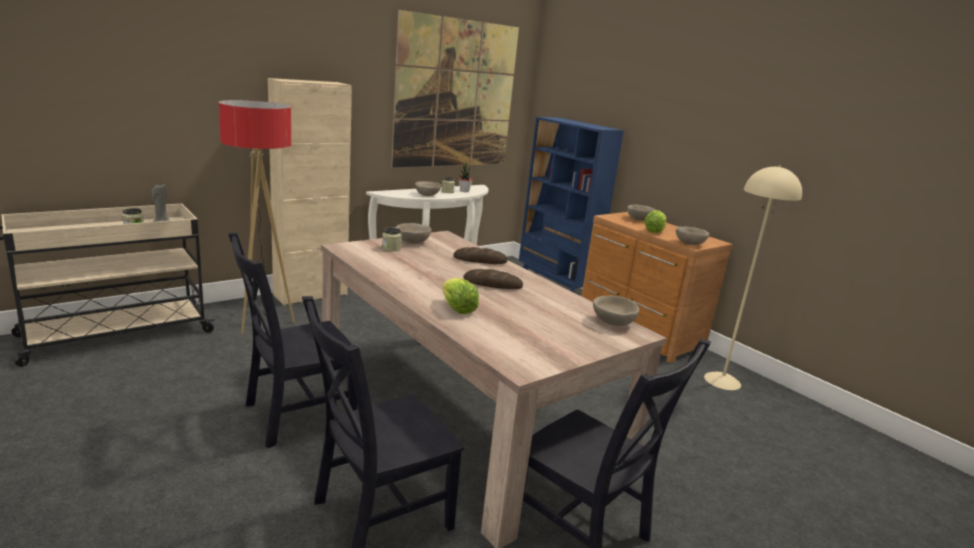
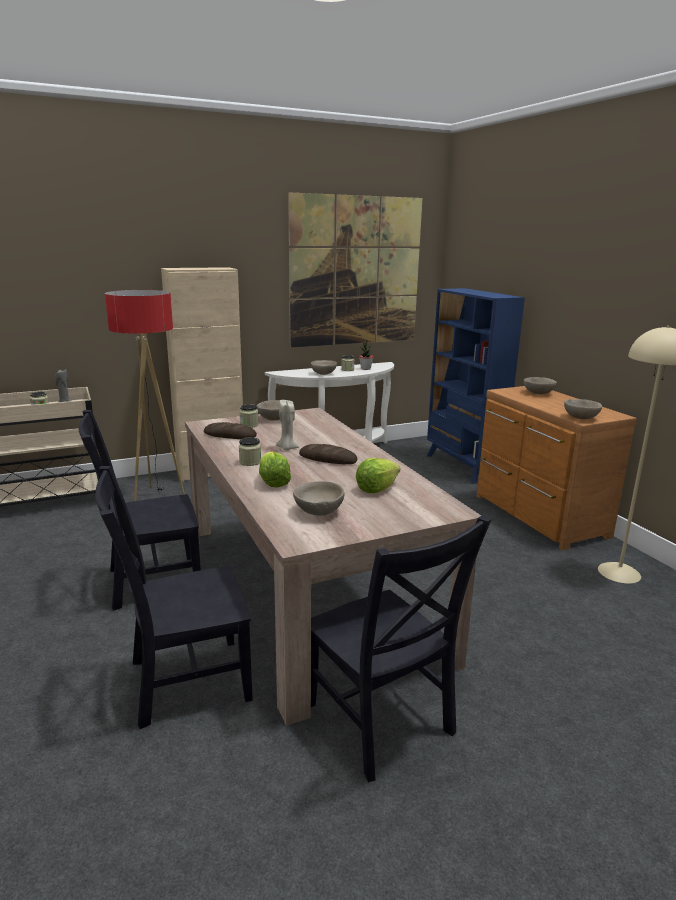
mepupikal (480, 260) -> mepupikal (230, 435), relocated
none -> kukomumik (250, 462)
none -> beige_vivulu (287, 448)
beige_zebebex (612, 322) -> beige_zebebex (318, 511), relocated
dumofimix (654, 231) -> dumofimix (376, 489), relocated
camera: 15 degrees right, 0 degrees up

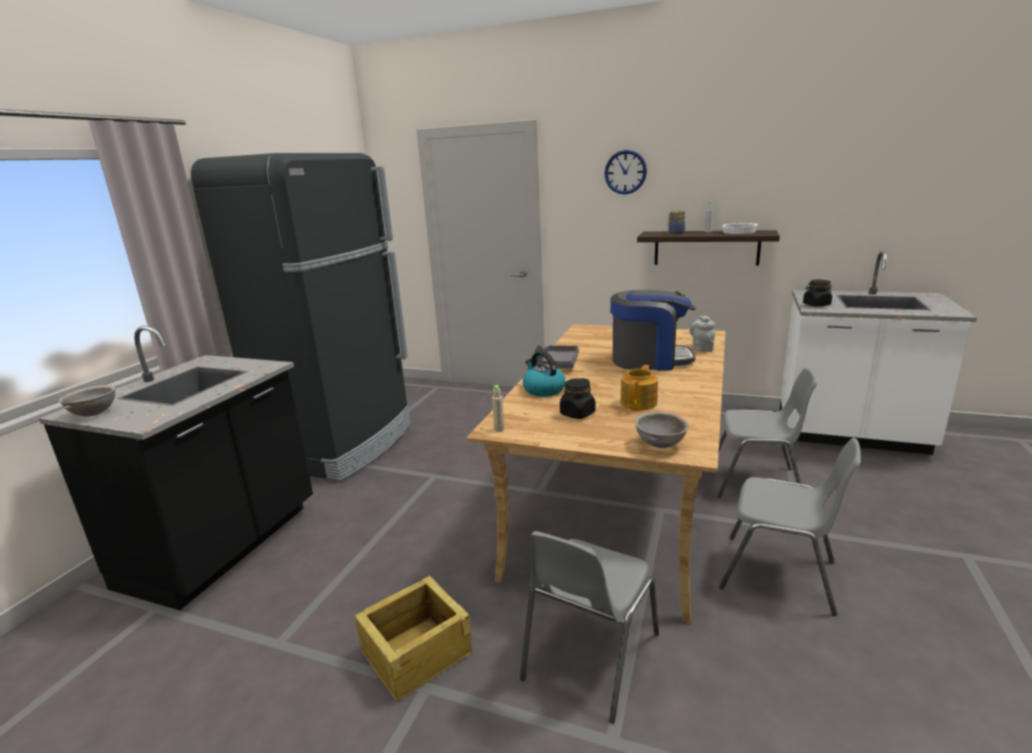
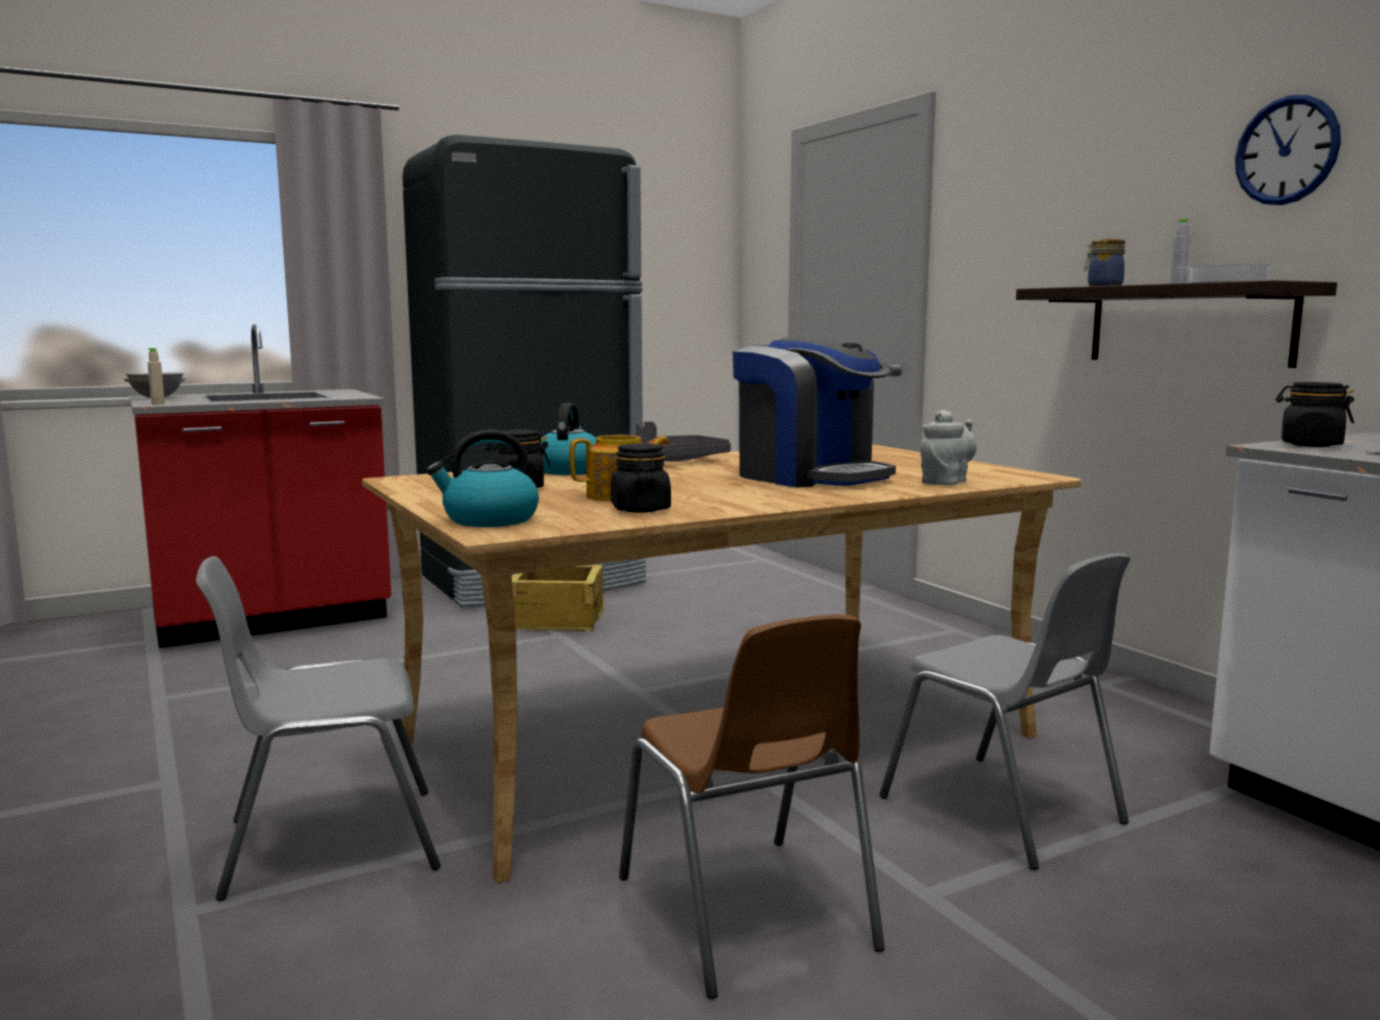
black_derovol (223, 547) -> red_derovol (272, 620)
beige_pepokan (499, 429) -> beige_pepokan (158, 403), relocated
grey_zebebex (661, 445) -> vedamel (489, 520)
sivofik (415, 653) -> sivofik (556, 619), relocated
none -> black_kukomumik (641, 509)
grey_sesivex (780, 575) -> brown_sesivex (747, 915)
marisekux (625, 172) -> marisekux (1286, 150), relocated
camera: 40 degrees right, 10 degrees down

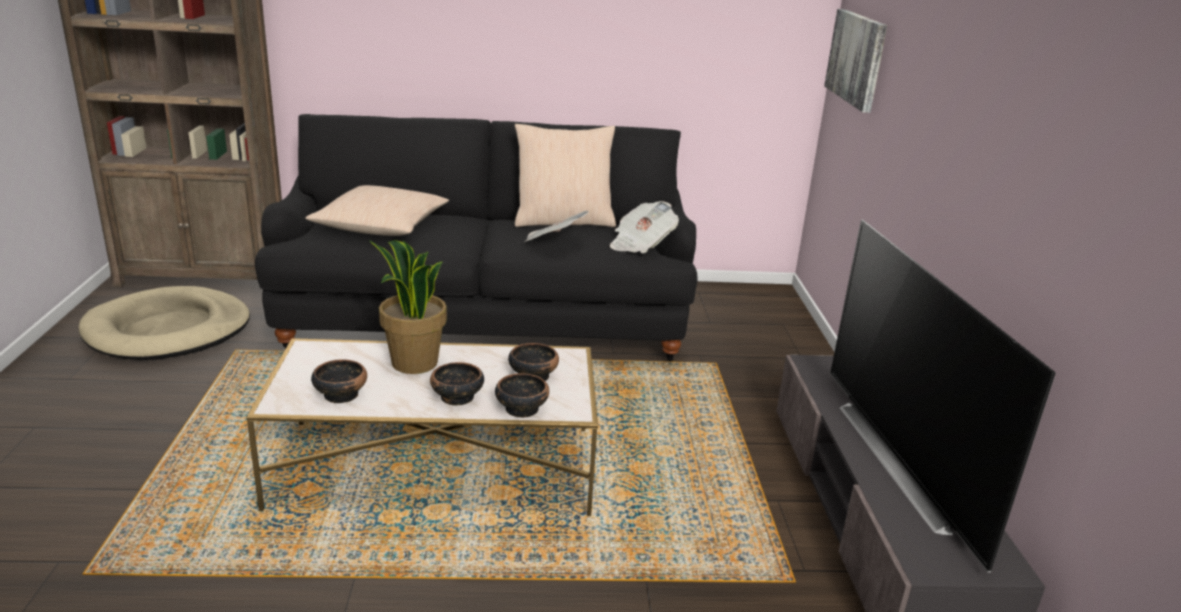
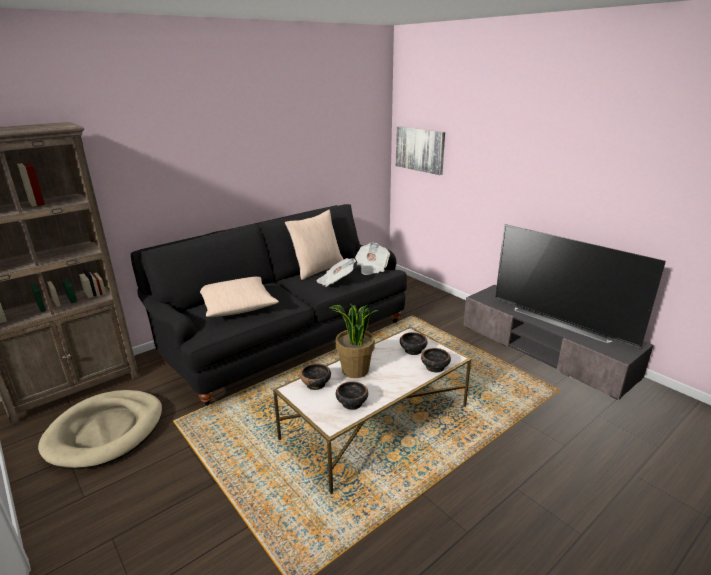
zebebex (457, 397) -> zebebex (316, 384), relocated
camera: 35 degrees left, 0 degrees up

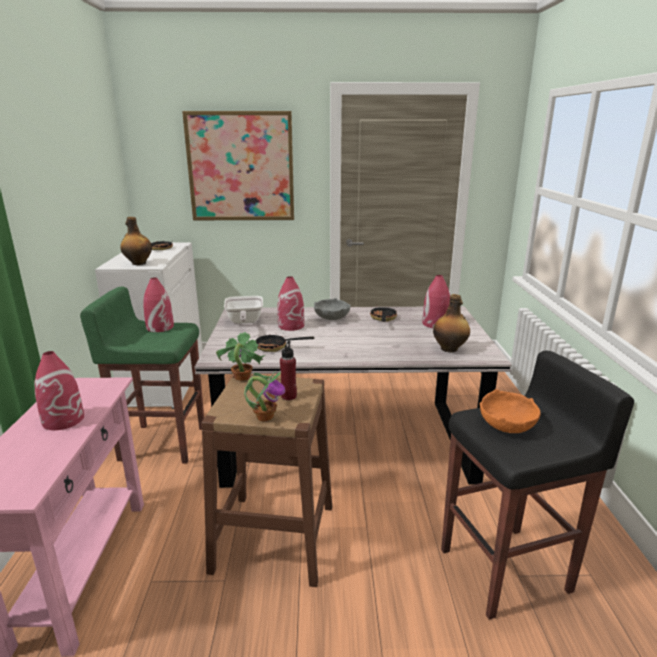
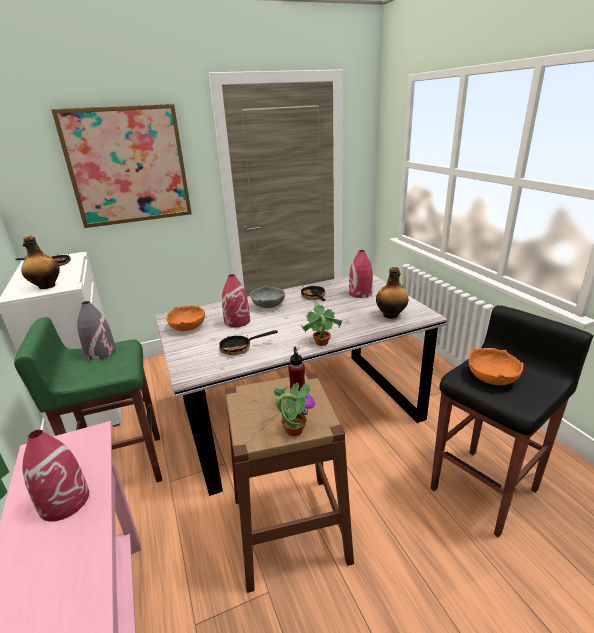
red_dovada (159, 327) -> grey_dovada (100, 352)
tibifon (244, 322) -> orange_zebebex (187, 327)
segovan (241, 377) -> segovan (321, 343), relocated
camera: 20 degrees left, 5 degrees up

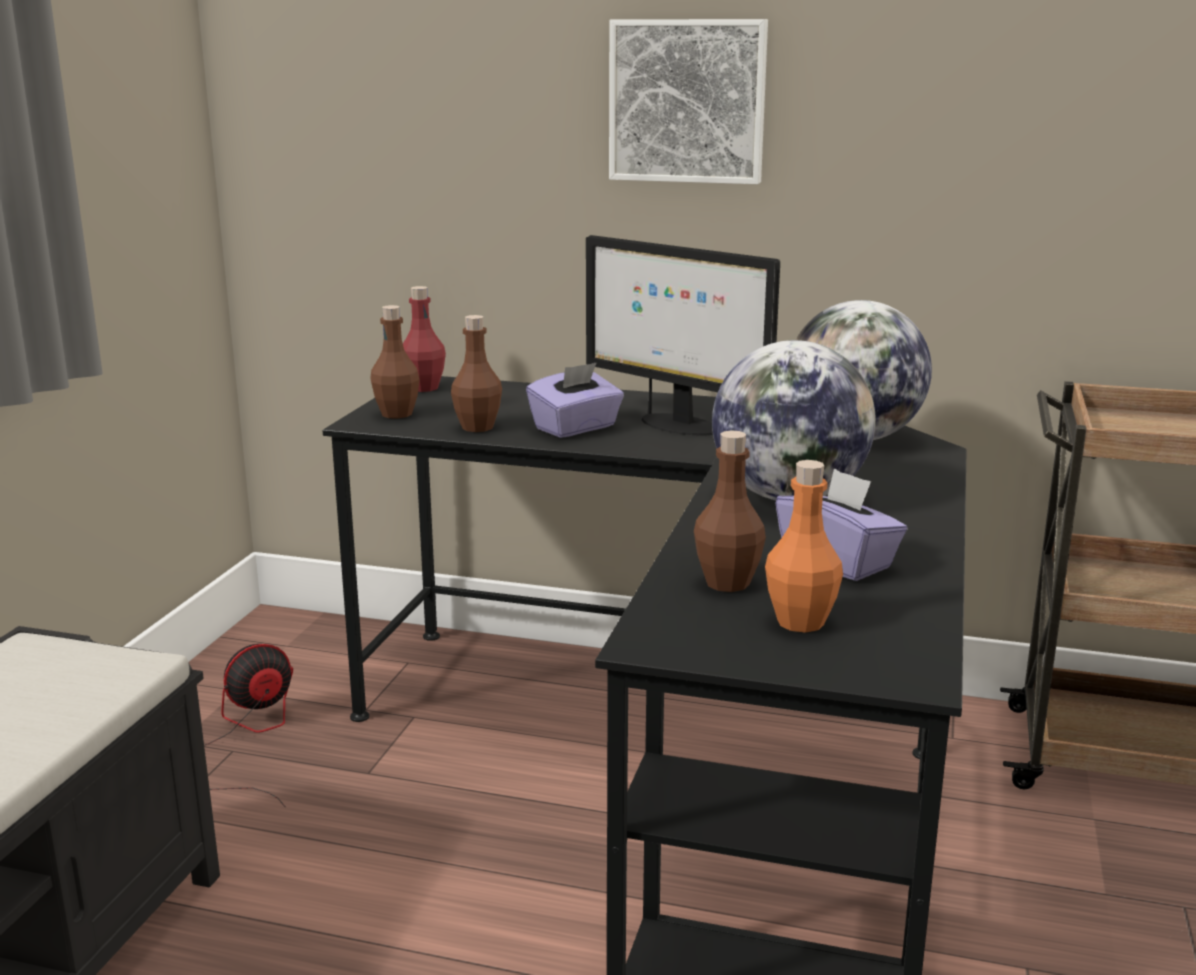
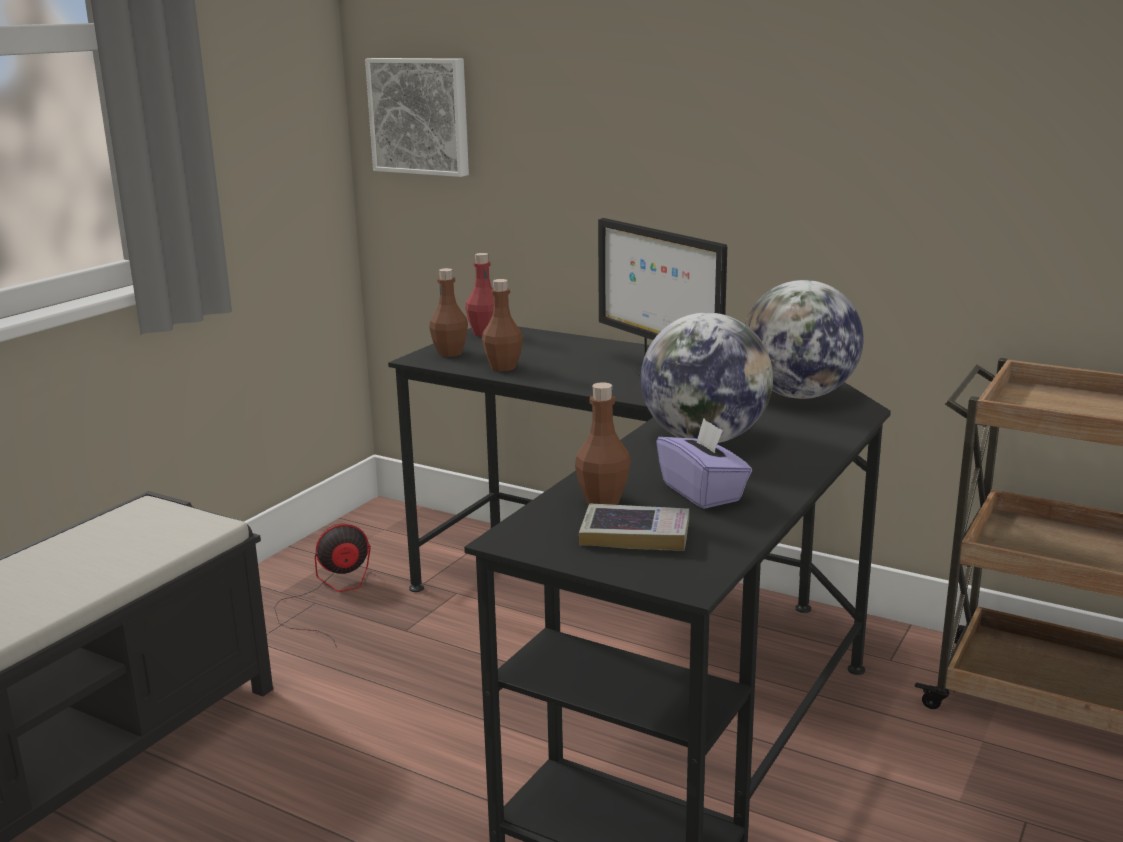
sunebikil (688, 101) -> sunebikil (420, 116), relocated
orange_pepokan (800, 622) -> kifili (635, 535)
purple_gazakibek (576, 428) -> none
camera: 15 degrees right, 0 degrees up

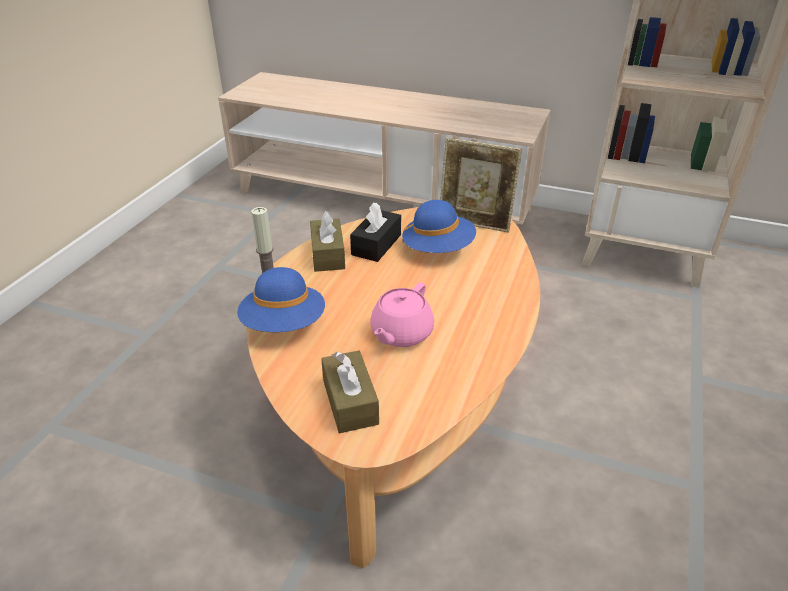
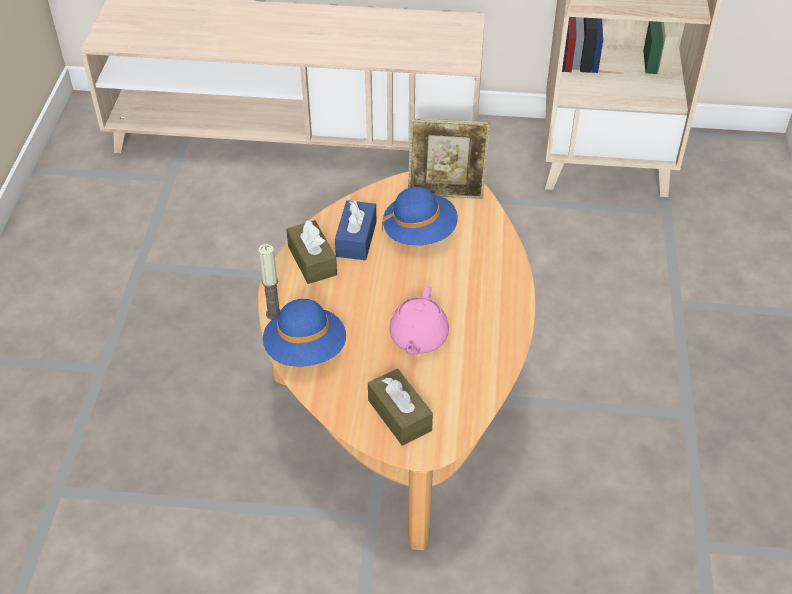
black_gazakibek (376, 245) -> blue_gazakibek (356, 239)
camera: 15 degrees left, 10 degrees up

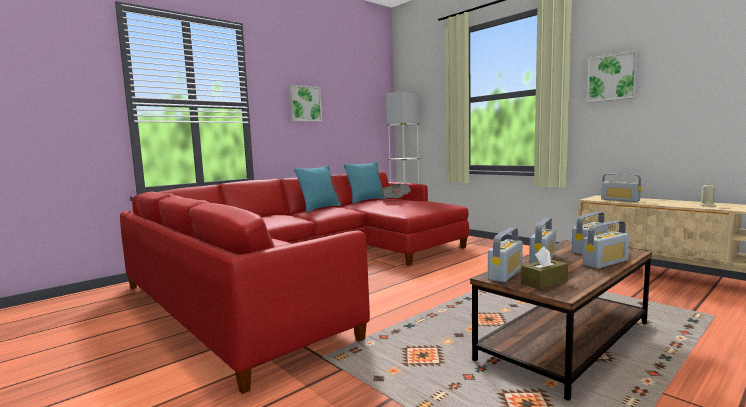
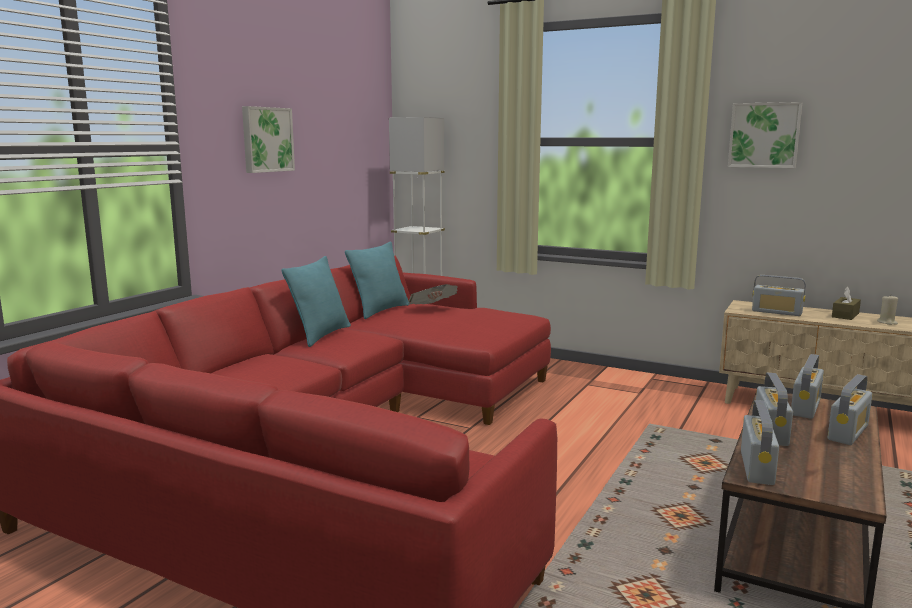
brown_gazakibek (544, 282) -> brown_gazakibek (845, 315), relocated
camera: 20 degrees left, 5 degrees up

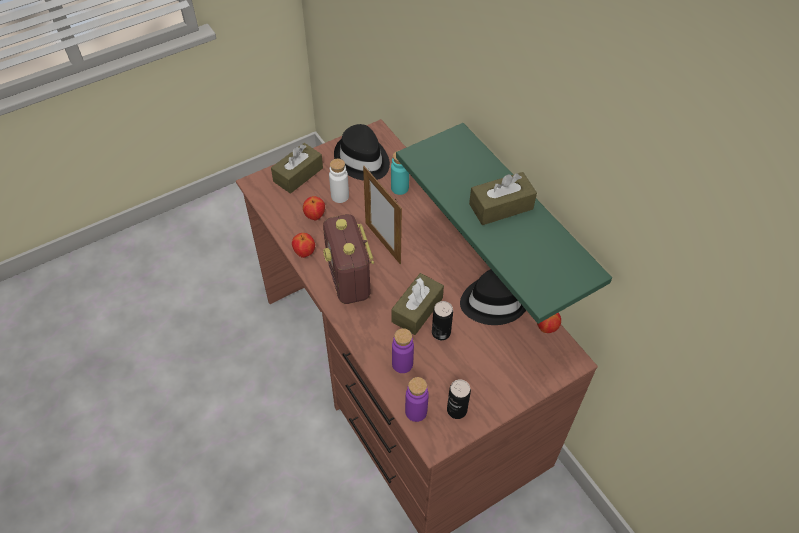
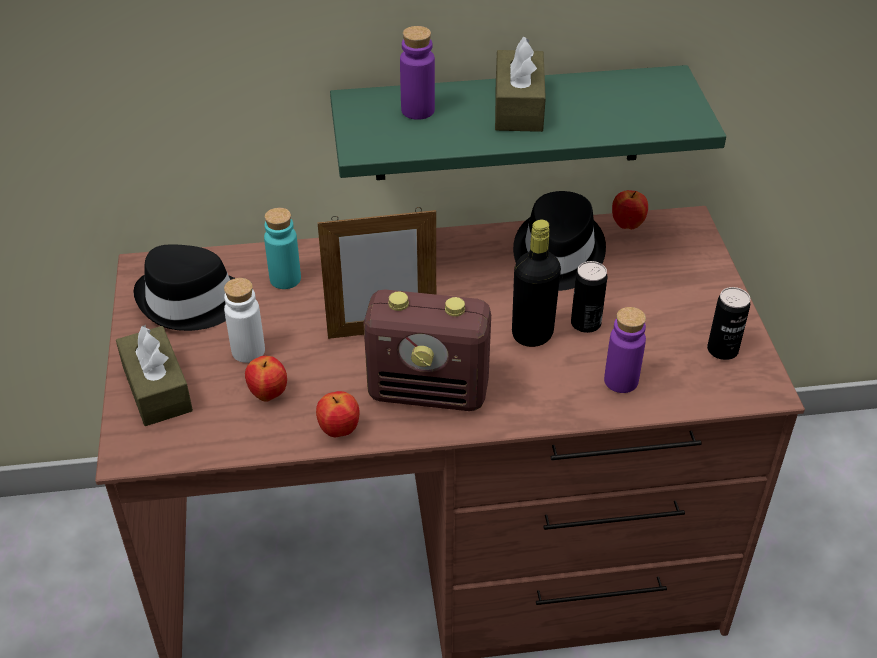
purple_pepokan (416, 411) -> purple_pepokan (418, 110), relocated
brown_gazakibek (417, 310) -> black_pepokan (532, 334)
camera: 65 degrees left, 10 degrees down

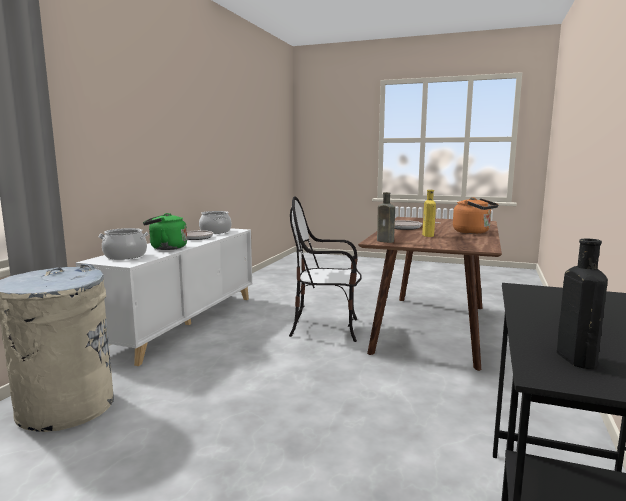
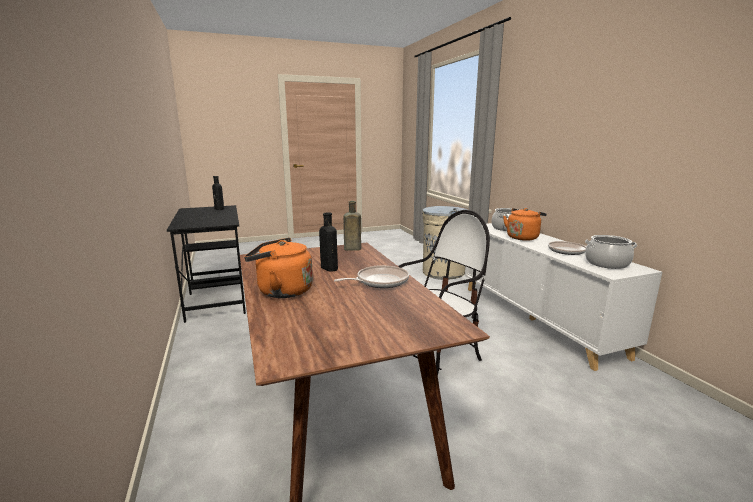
yellow_pepokan (428, 235) -> black_pepokan (328, 268)
green_vedamel (166, 248) -> orange_vedamel (523, 237)
camera: 140 degrees right, 5 degrees up

